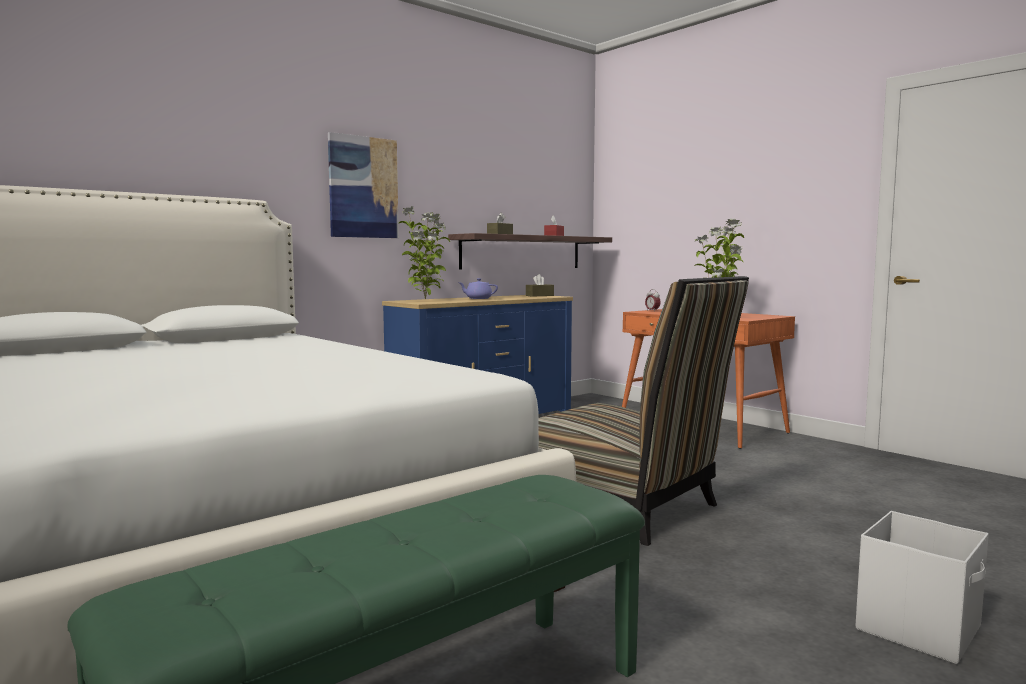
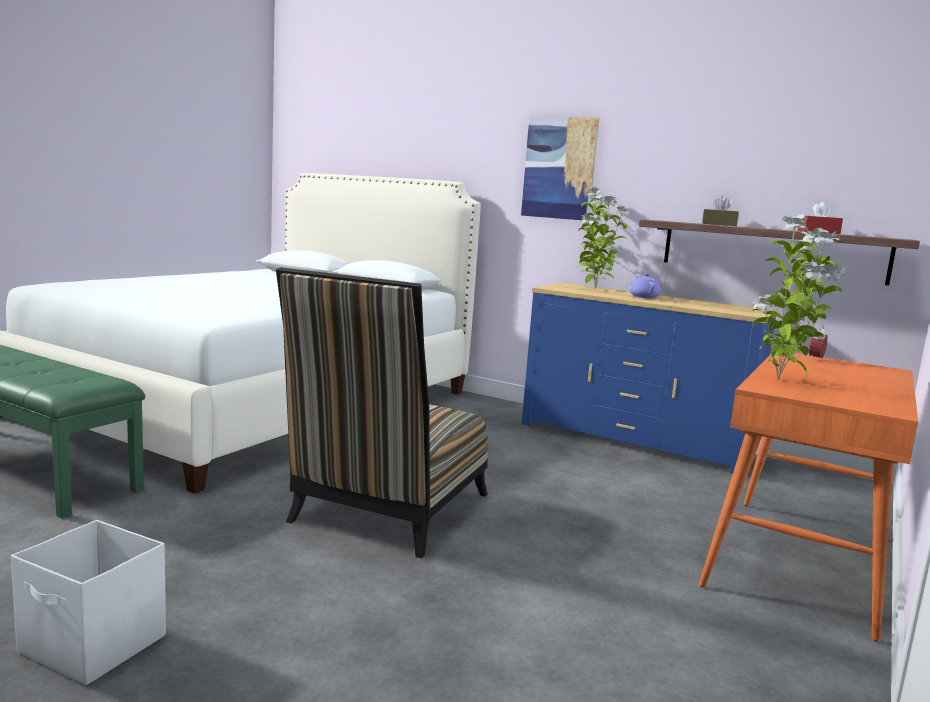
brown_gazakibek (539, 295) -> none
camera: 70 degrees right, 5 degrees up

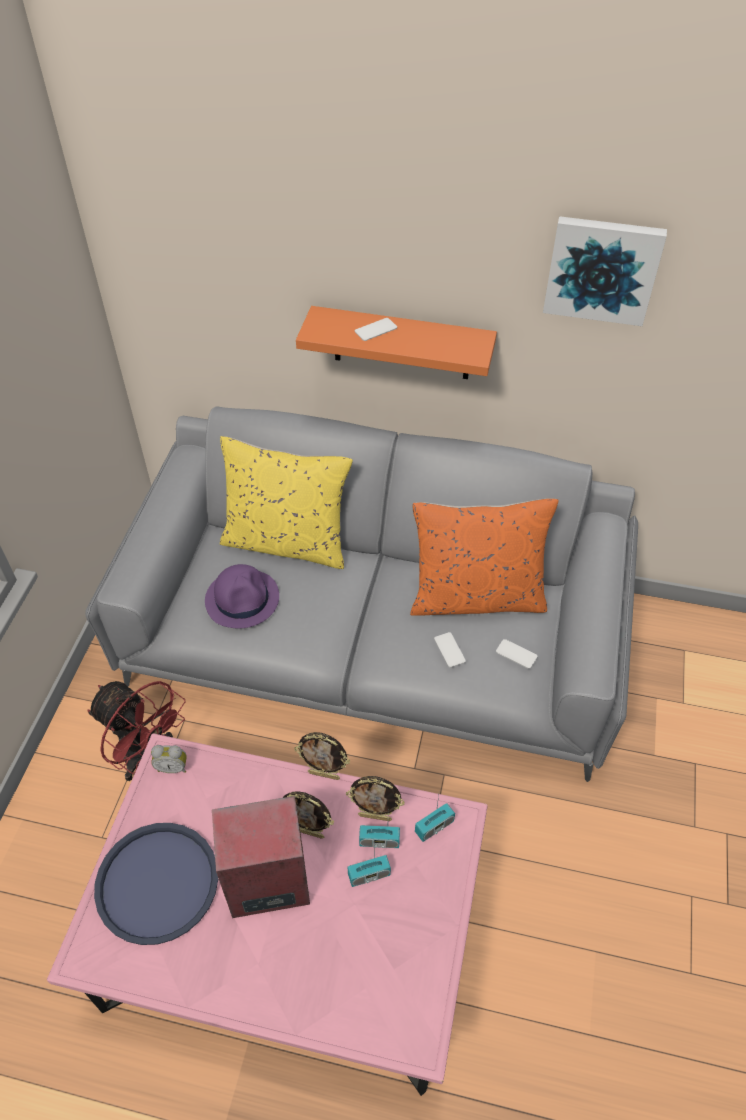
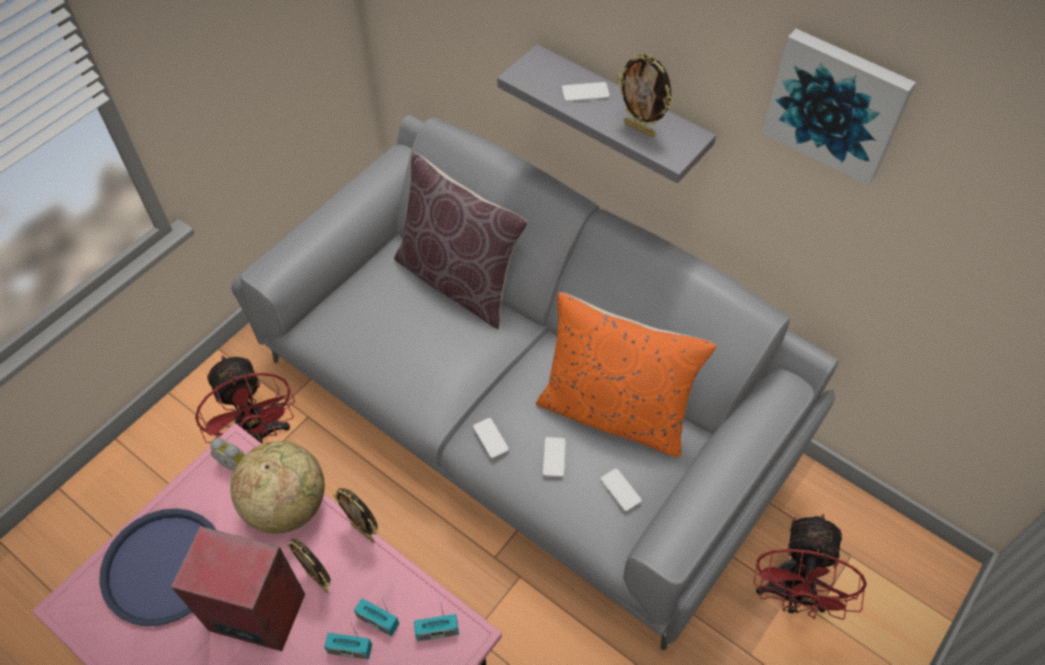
none -> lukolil (287, 505)
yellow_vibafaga (287, 542) -> brown_vibafaga (459, 280)
none -> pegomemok (490, 438)
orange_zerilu (401, 343) -> grey_zerilu (620, 114)
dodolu (375, 816) -> dodolu (640, 129), relocated
none -> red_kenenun (790, 595)
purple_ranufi (242, 598) -> none
camera: 25 degrees right, 5 degrees up

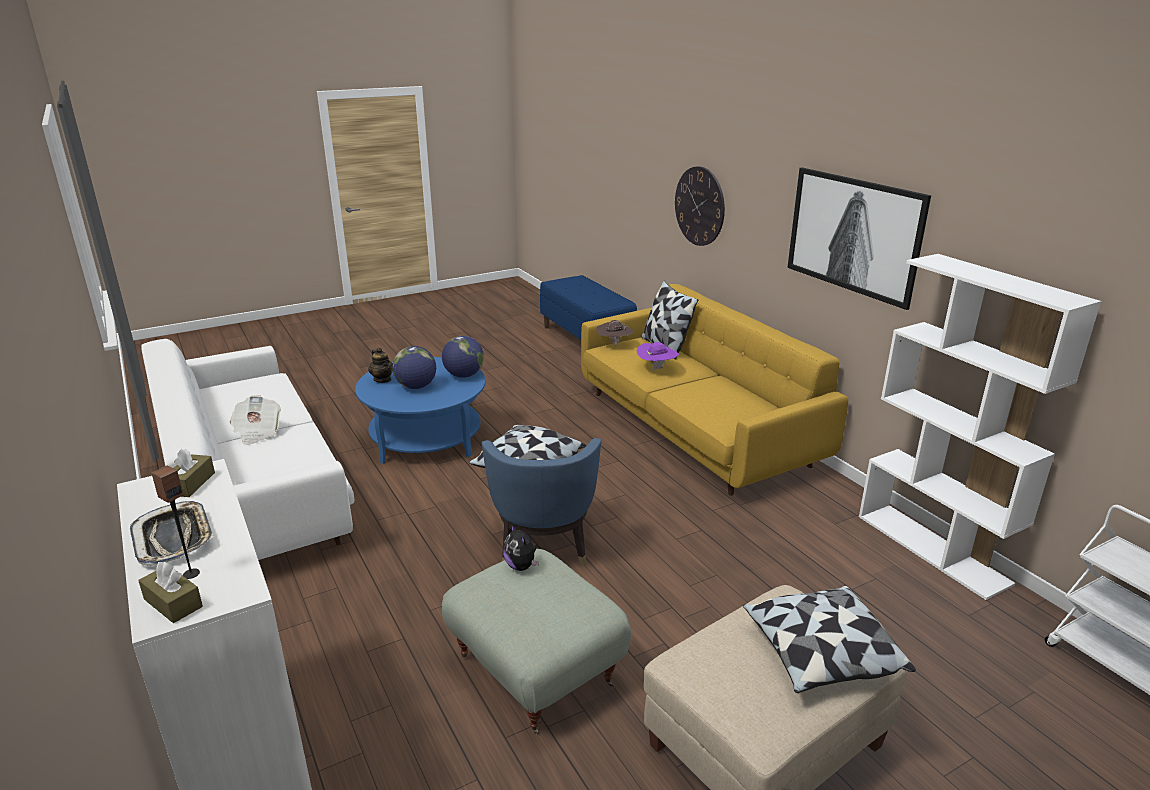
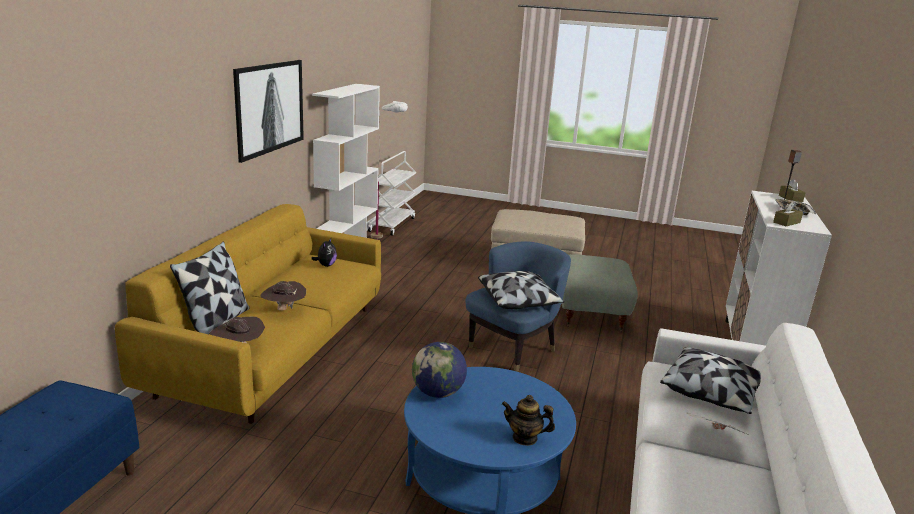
purple_ranufi (657, 368) -> brown_ranufi (284, 309)
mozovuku (521, 566) -> mozovuku (326, 265), relocated
none -> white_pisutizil (386, 241)
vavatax (382, 379) -> vavatax (525, 438), 90 degrees counterclockwise
vibafaga (820, 654) -> vibafaga (712, 393), relocated
lukolil (416, 387) -> none
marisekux (699, 206) -> none
camera: 135 degrees left, 5 degrees down

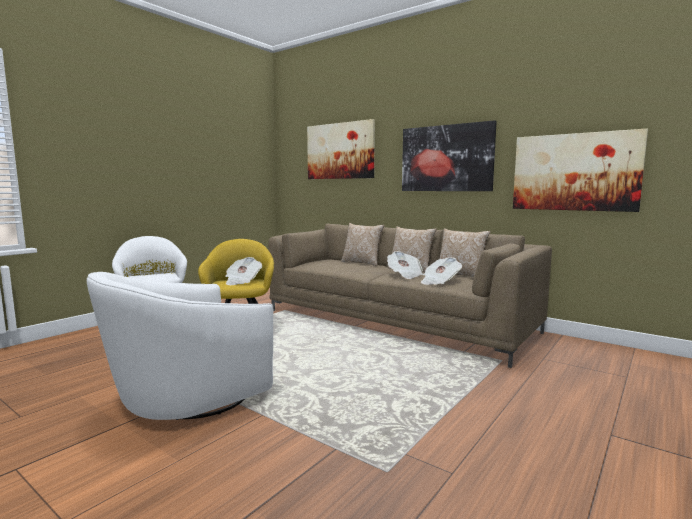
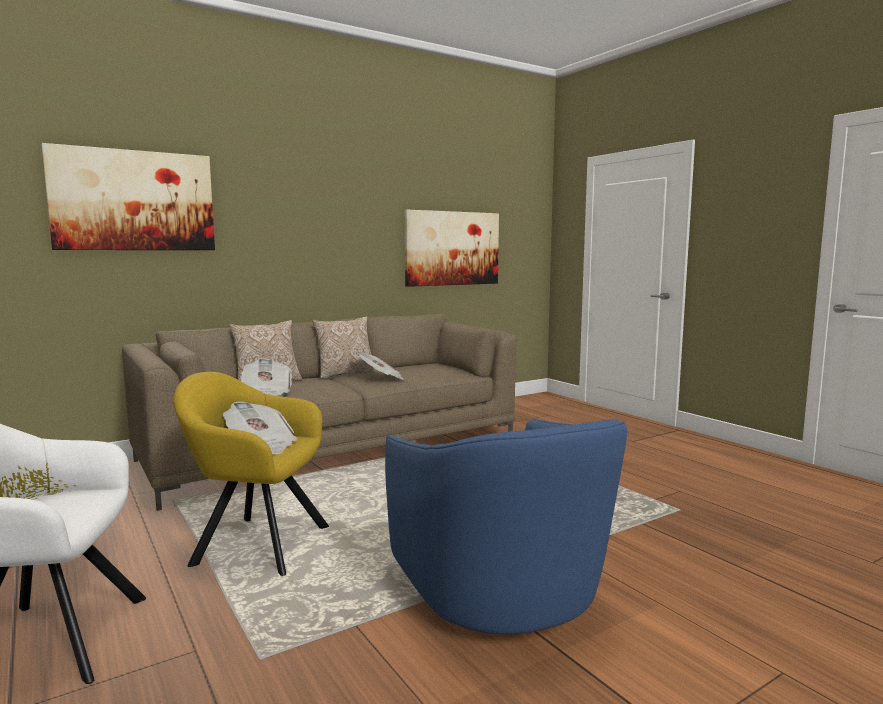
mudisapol (439, 282) -> mudisapol (267, 393), relocated
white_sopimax (189, 399) -> blue_sopimax (500, 596)
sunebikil (446, 158) -> none
vibafaga (461, 275) -> none
camera: 70 degrees left, 0 degrees up

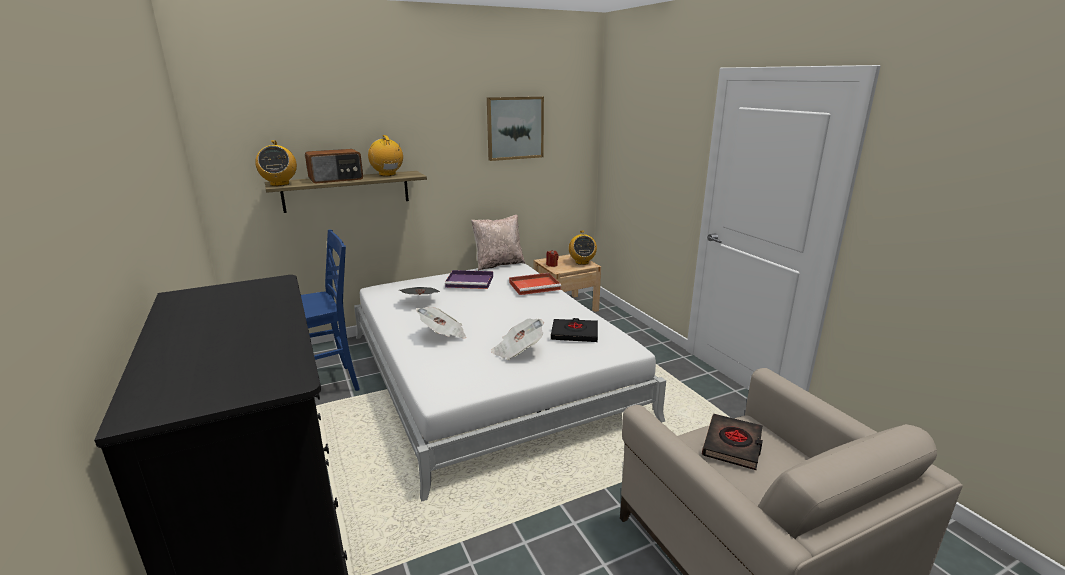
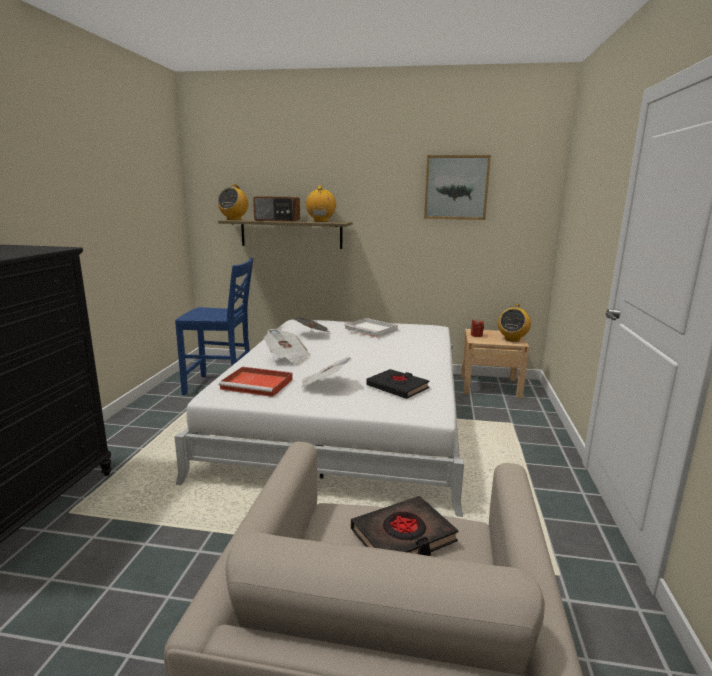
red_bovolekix (535, 286) -> red_bovolekix (258, 384), relocated
purple_bovolekix (470, 281) -> white_bovolekix (372, 330)
beige_vibafaga (498, 264) -> none
camera: 35 degrees right, 5 degrees down

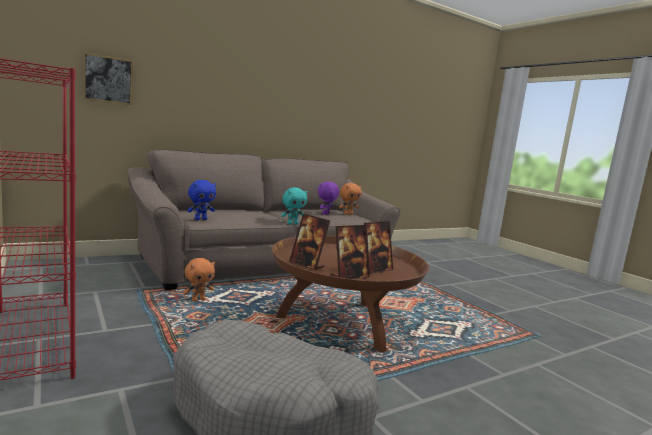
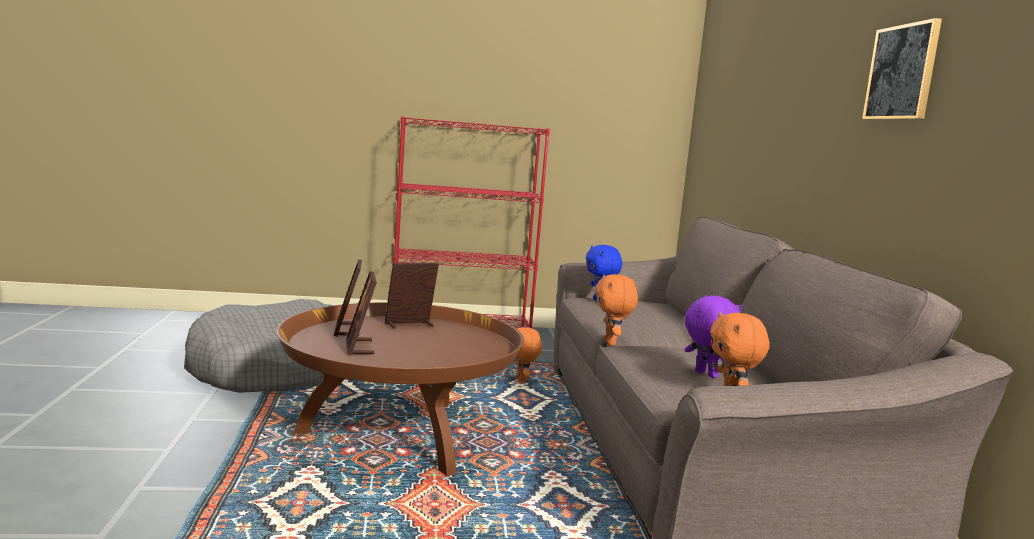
turquoise_mozovuku (292, 224) -> orange_mozovuku (611, 343)
sunebikil (108, 79) -> sunebikil (902, 72), relocated
camera: 115 degrees right, 0 degrees up

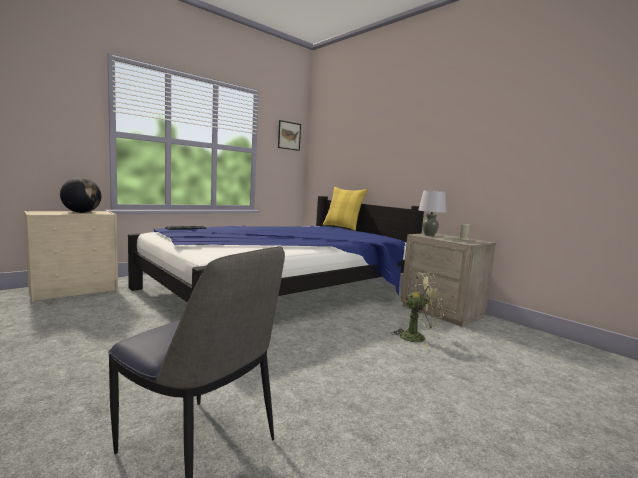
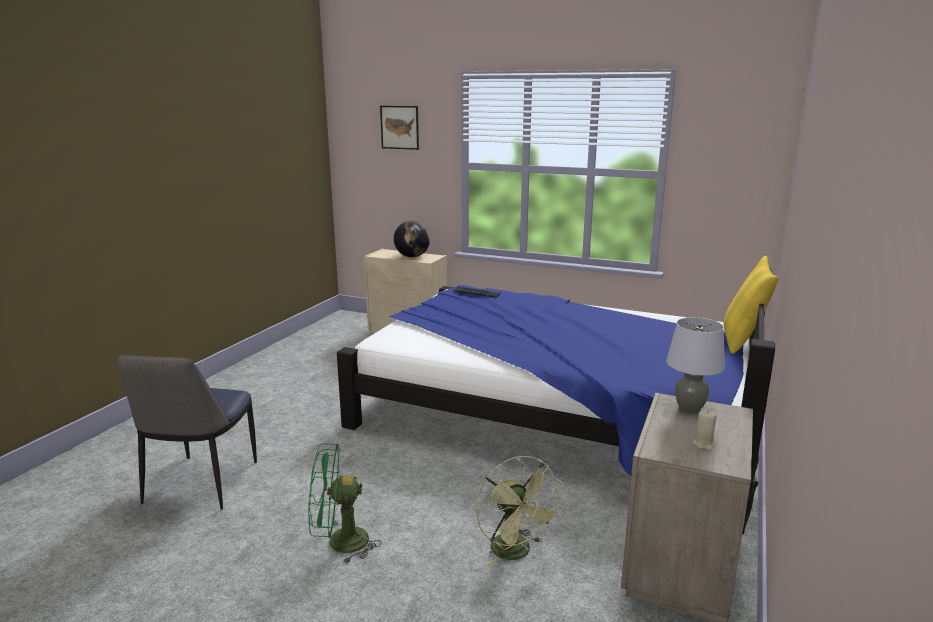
none -> green_kenenun (339, 543)
sunebikil (289, 135) -> sunebikil (399, 127), relocated
camera: 65 degrees right, 10 degrees up

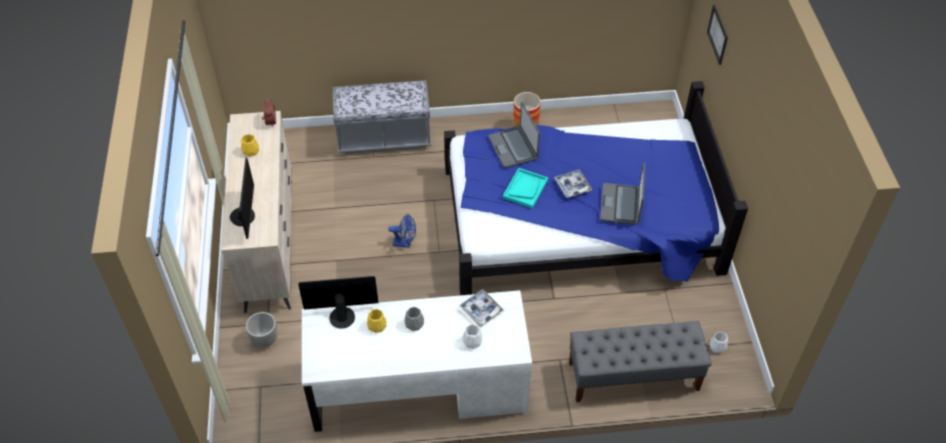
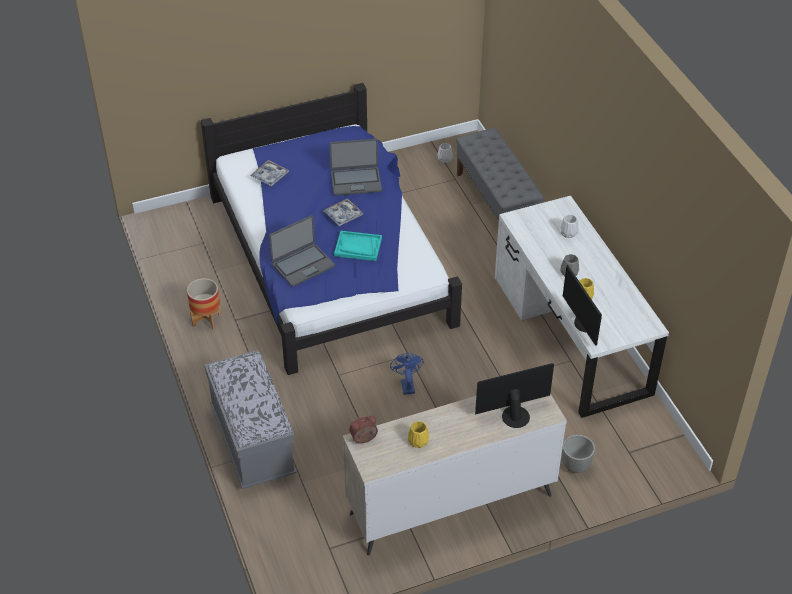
bovolekix (481, 310) -> bovolekix (270, 176), relocated
sunebikil (718, 34) -> none
camera: 105 degrees left, 5 degrees down

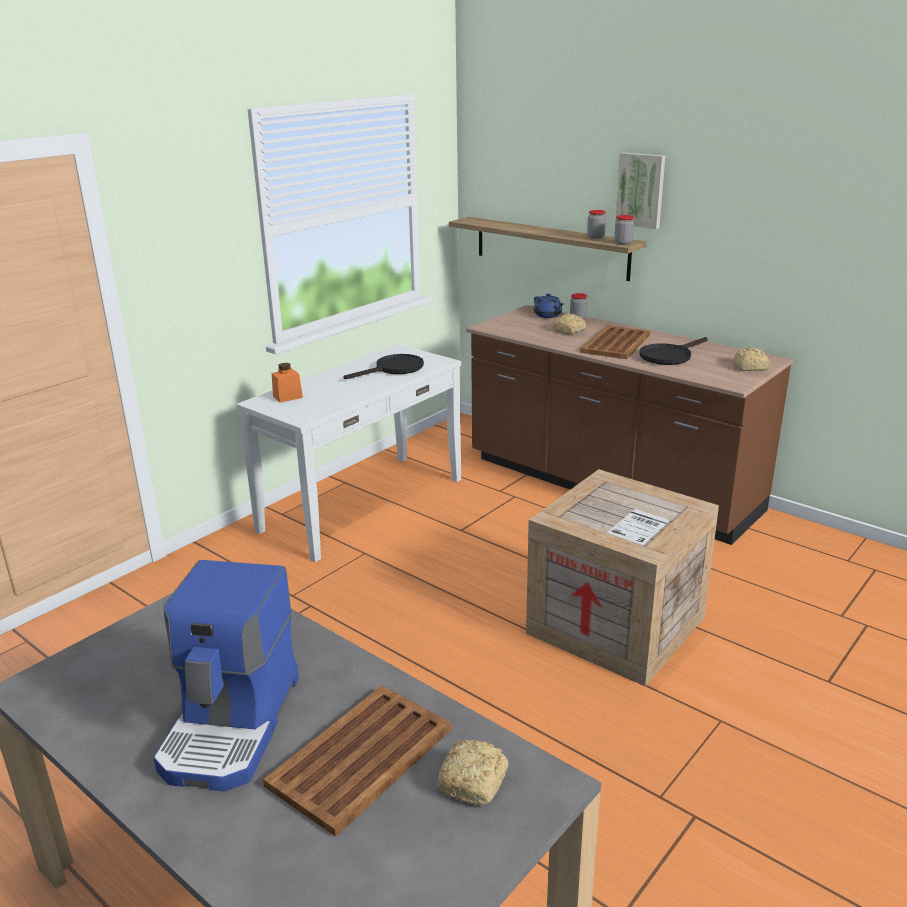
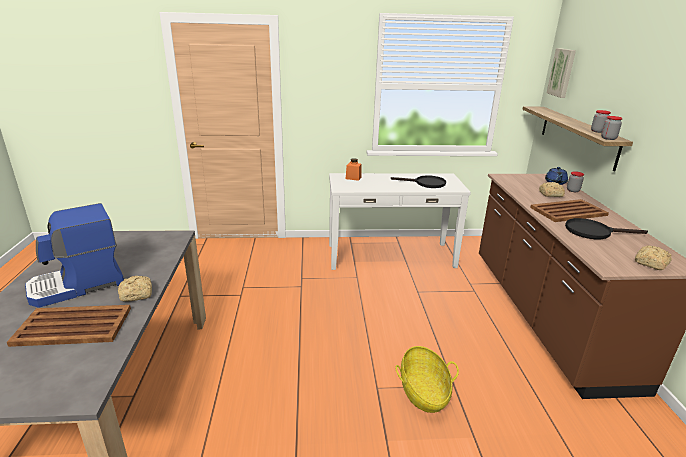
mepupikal (474, 780) -> mepupikal (137, 294), relocated
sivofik (619, 625) -> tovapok (423, 391)
sunebikil (641, 190) -> sunebikil (562, 72), relocated
camera: 45 degrees right, 0 degrees up

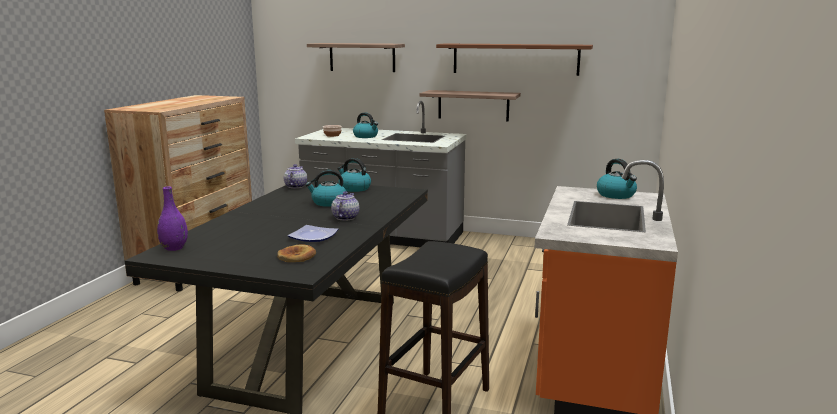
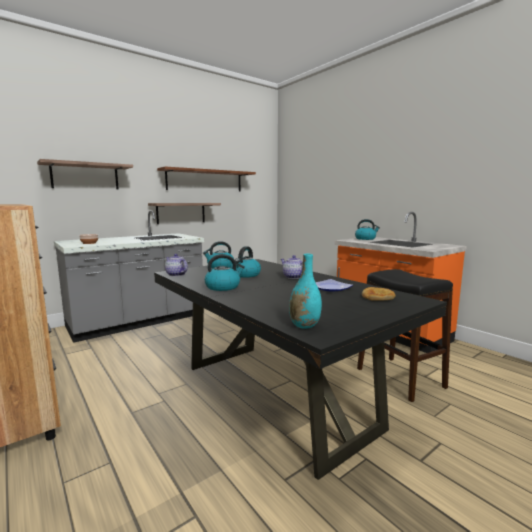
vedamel (366, 136) -> vedamel (223, 287), relocated
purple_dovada (174, 248) -> turquoise_dovada (304, 325)
camera: 55 degrees left, 5 degrees down

